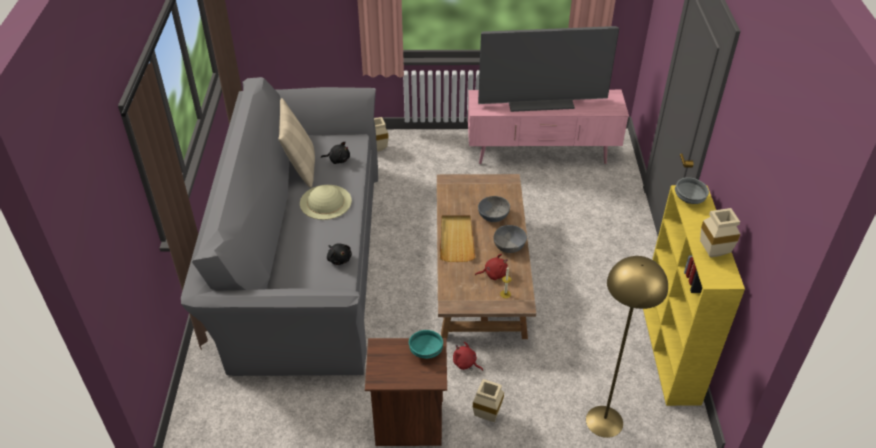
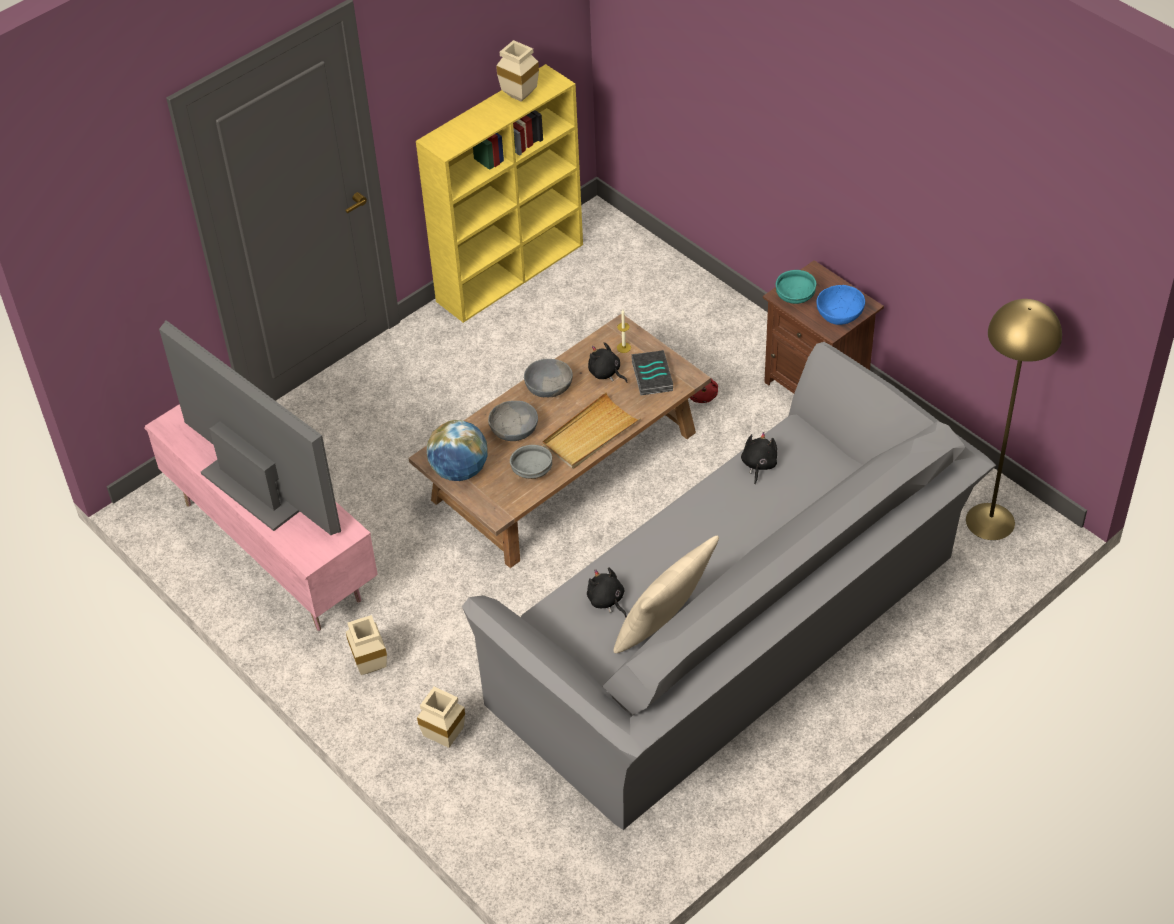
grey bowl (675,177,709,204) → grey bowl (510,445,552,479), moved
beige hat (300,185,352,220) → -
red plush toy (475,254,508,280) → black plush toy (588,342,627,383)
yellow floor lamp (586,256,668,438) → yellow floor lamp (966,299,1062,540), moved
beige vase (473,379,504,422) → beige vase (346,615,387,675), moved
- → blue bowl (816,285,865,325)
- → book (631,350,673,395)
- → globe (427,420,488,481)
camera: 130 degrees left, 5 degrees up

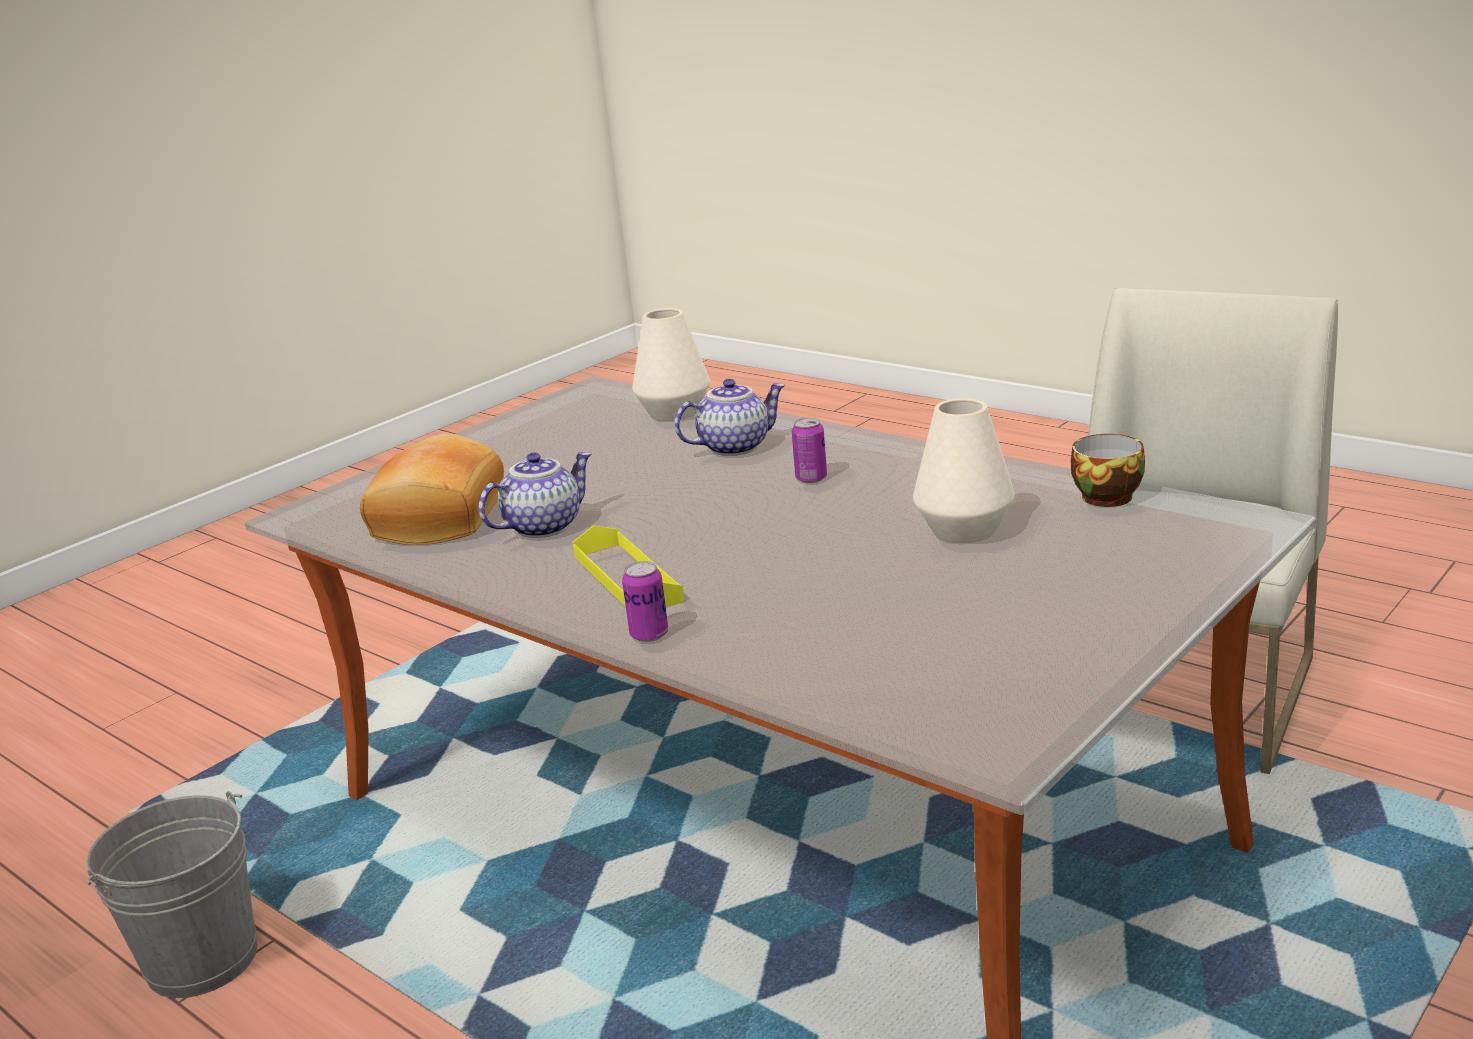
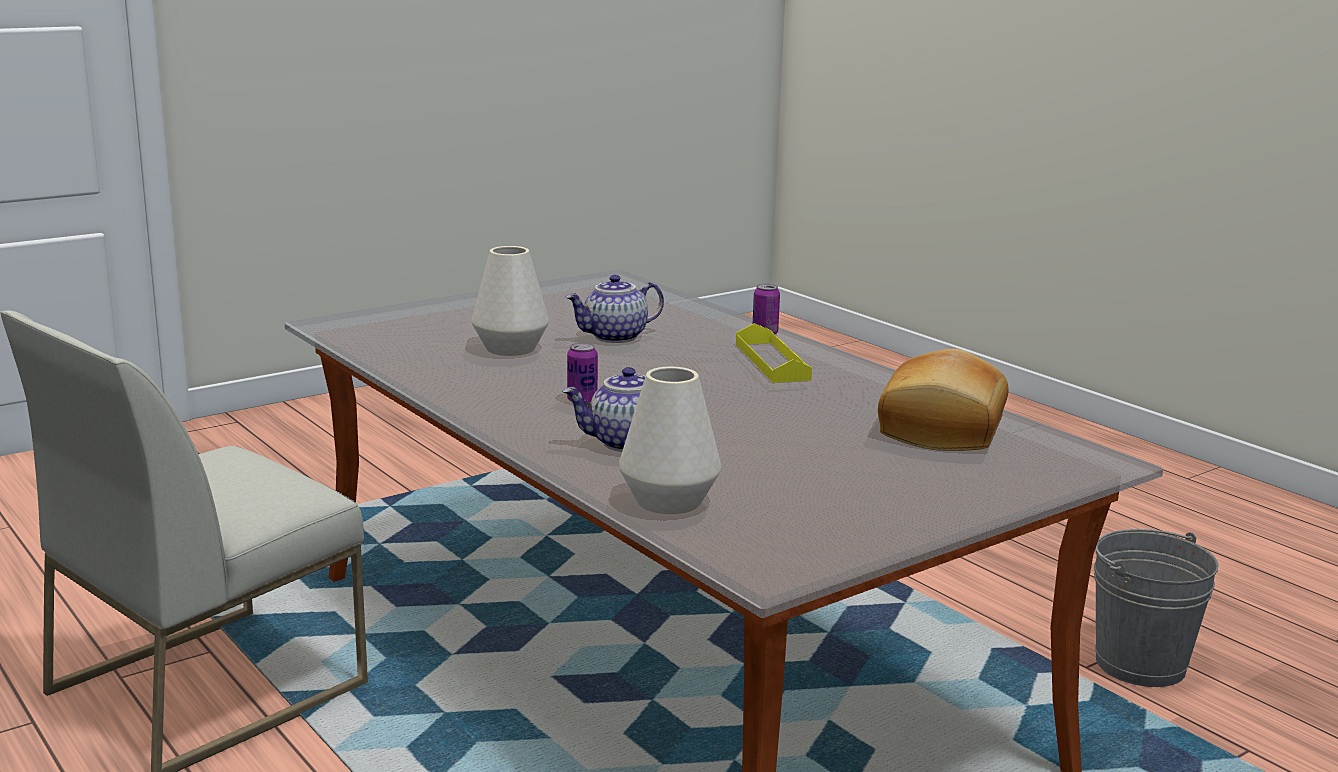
cup (1071,434,1145,507) → -
teapot (479,452,592,538) → teapot (565,275,664,343), moved
camera: 170 degrees left, 5 degrees down

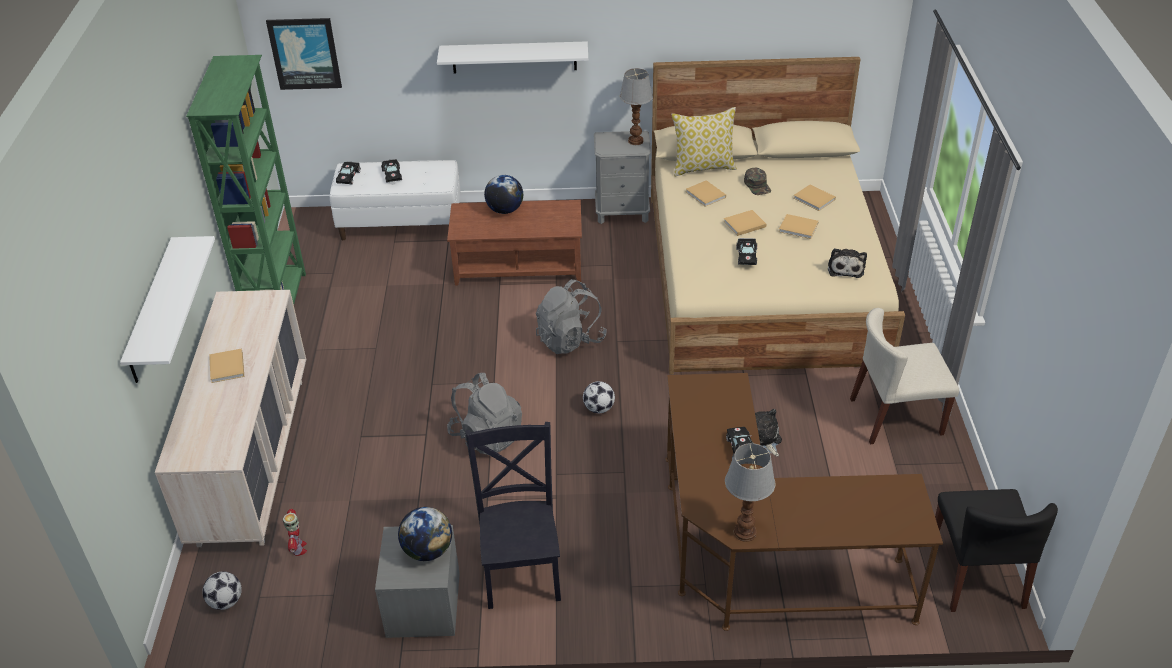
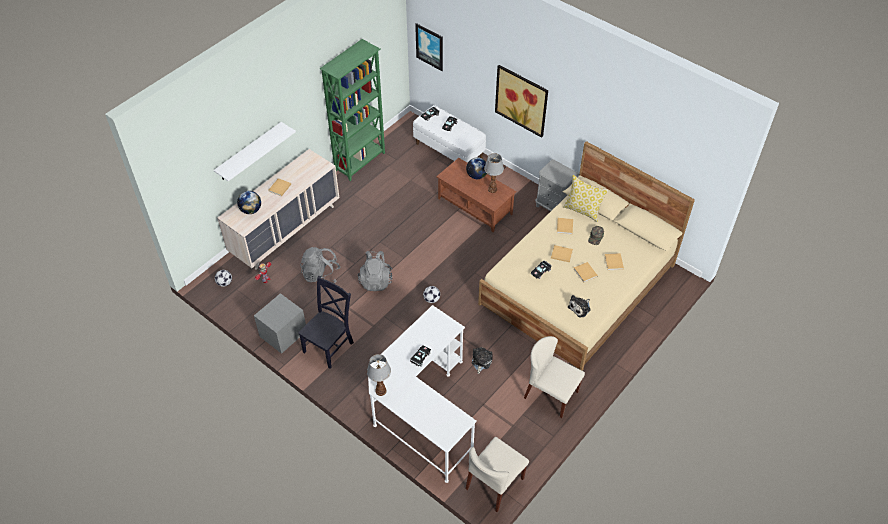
white shelf (437,41,588,74) → picture (495,65,548,138)
table lamp (620,68,653,145) → table lamp (484,153,504,193), moved
grey backpack (536,279,607,354) → grey backpack (300,247,341,283), moved
brown desk (665,373,943,631) → white desk (368,305,477,483)
black chair (935,489,1058,612) → beige chair (466,437,529,512)
globe (398,507,452,561) → globe (237,191,261,214), moved
camera: 40 degrees right, 10 degrees up

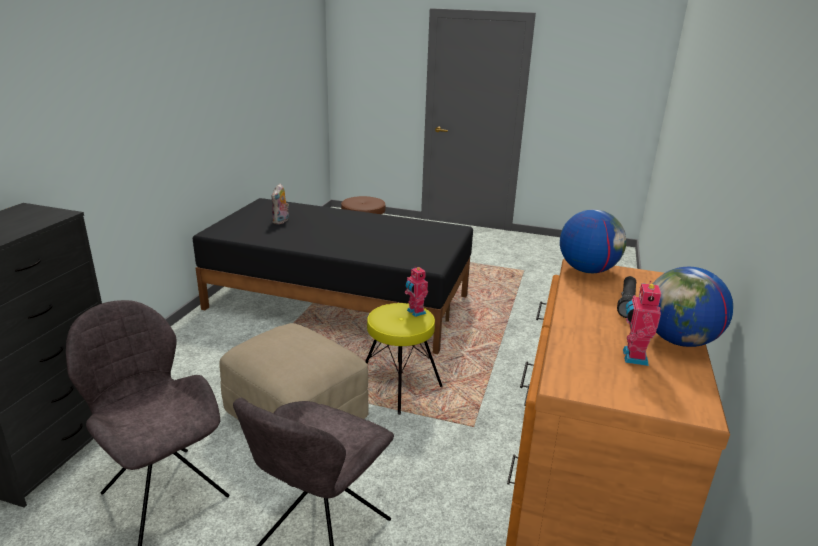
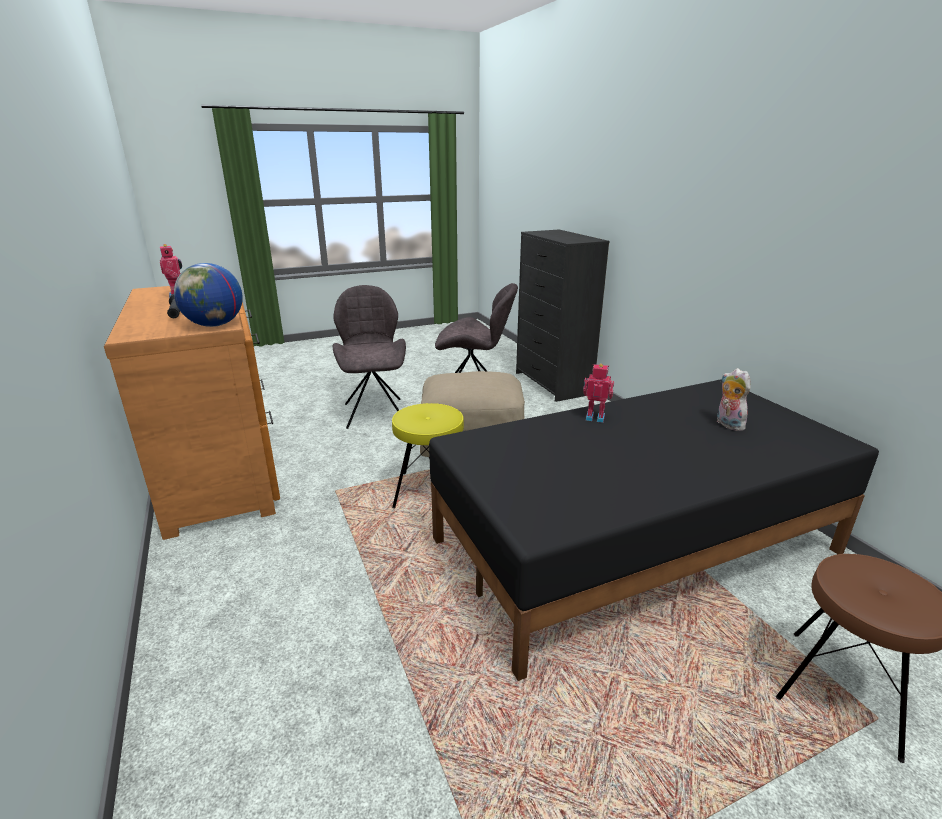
toy robot (405,267,428,317) → toy robot (583,364,614,423), moved
globe (653,267,733,347) → -
camera: 140 degrees right, 0 degrees up

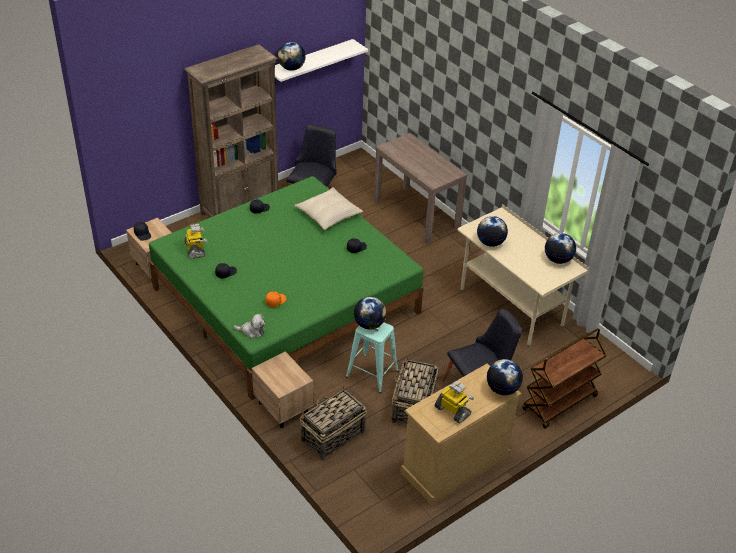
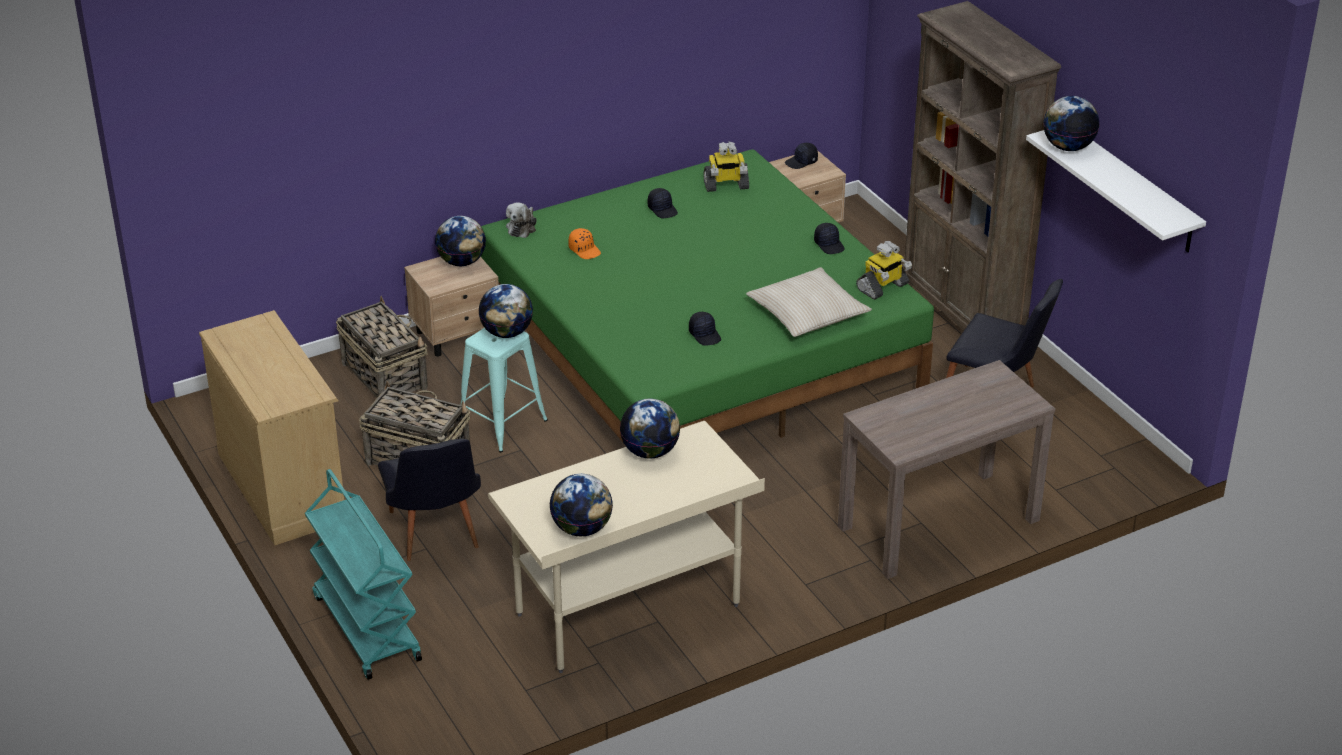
brown cart (522,328,607,429) → turquoise cart (305,469,422,680)
globe (487,359,523,395) → globe (435,216,486,266), moved
toy robot (435,381,474,424) → toy robot (856,241,912,300), moved
camera: 100 degrees right, 5 degrees down

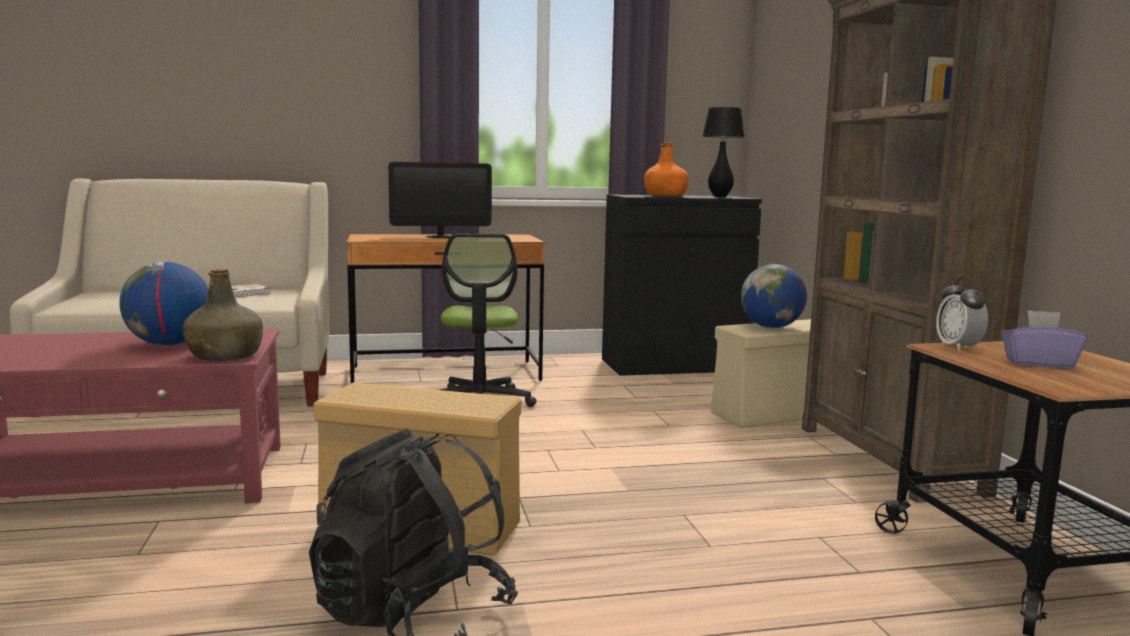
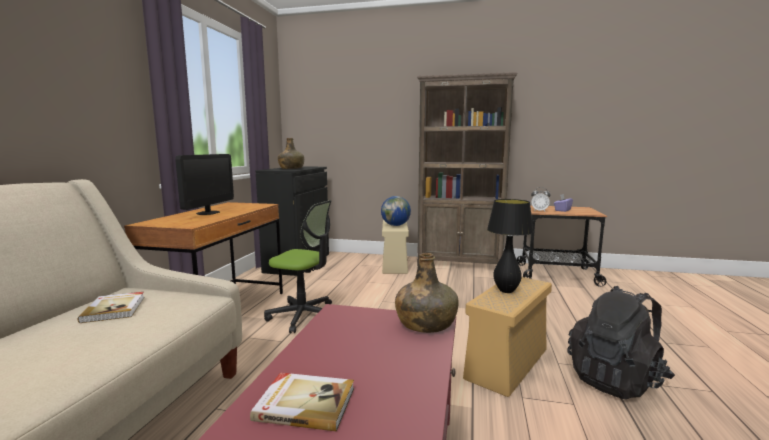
black table lamp (703,107,744,197) → black table lamp (487,199,534,293), moved
orange bottle (644,142,689,196) → green bottle (278,138,304,169)
globe (119,262,209,345) → -
- → book (250,372,354,432)
camera: 65 degrees left, 0 degrees up

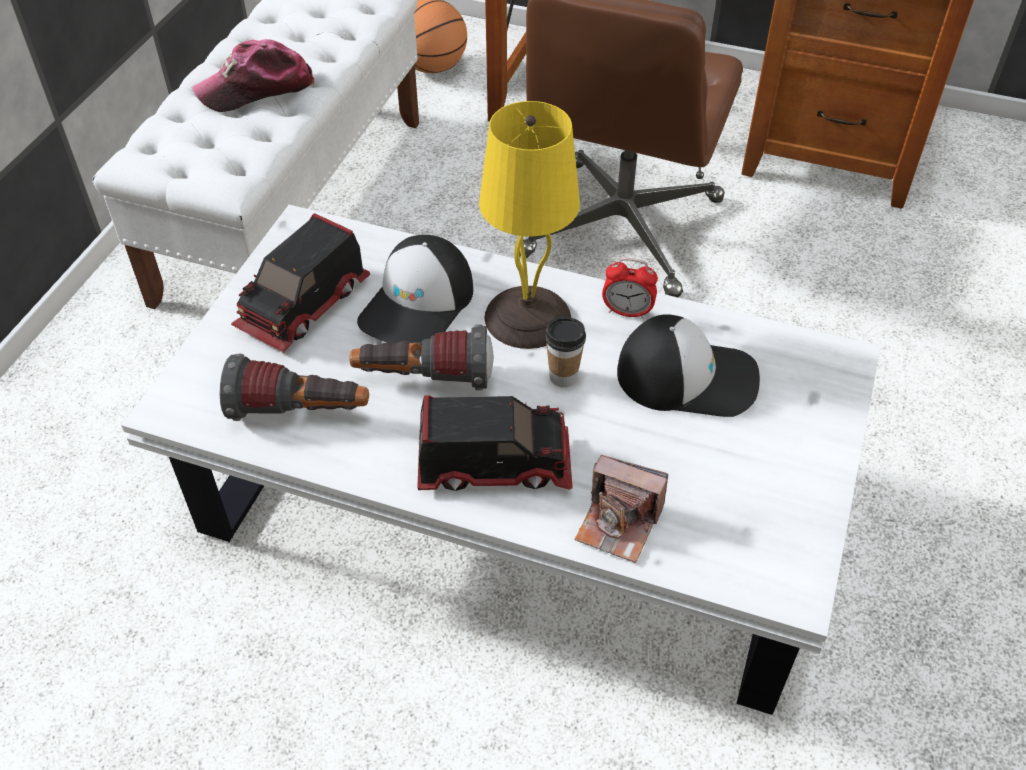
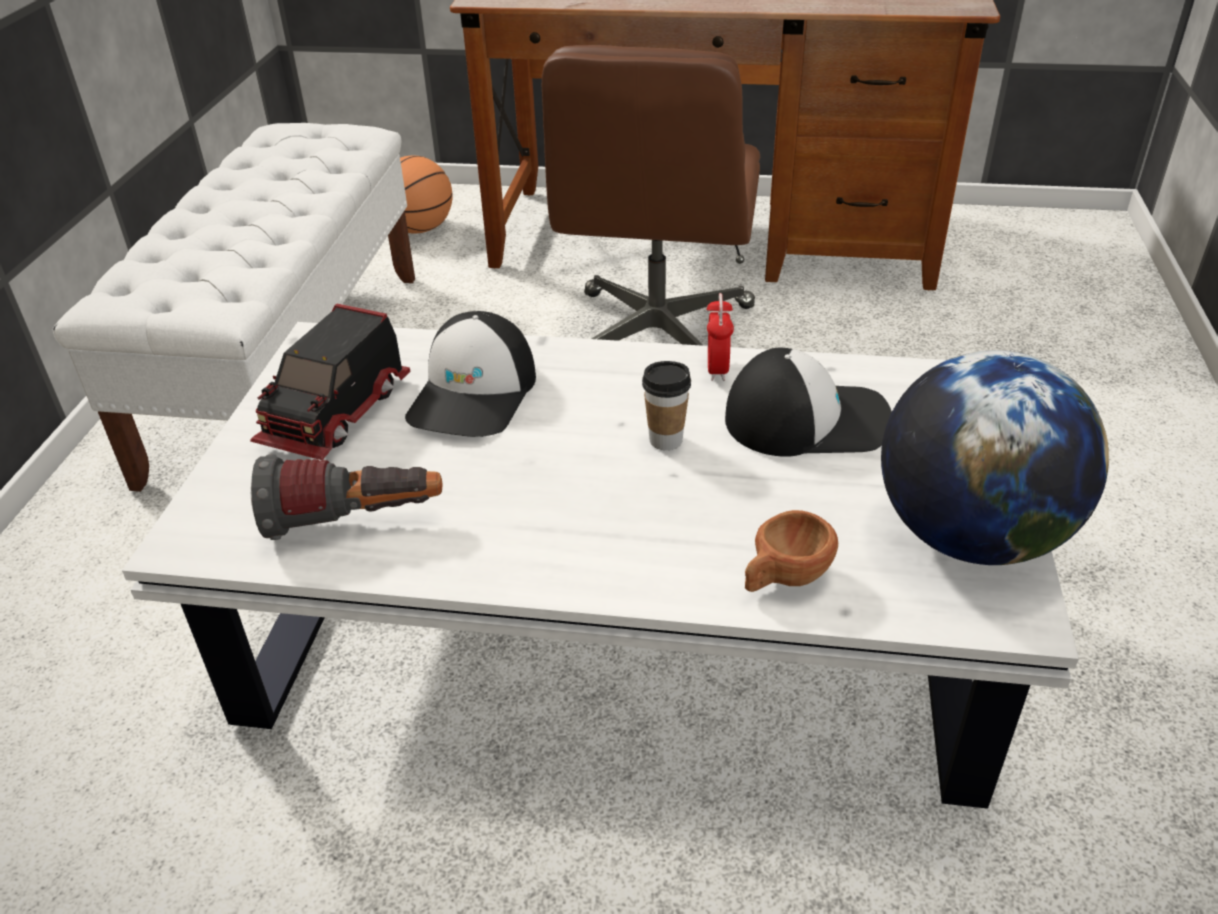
cap (192,39,314,112) → -
yellow table lamp (479,101,580,349) → -
alarm clock (602,258,658,319) → alarm clock (707,293,734,381), 90 degrees clockwise
flashlight (349,324,494,390) → -
toy truck (417,395,573,491) → -
photo camera (575,455,668,563) → brown cup (745,510,838,592)
- → globe (881,350,1109,565)
camera: 10 degrees left, 10 degrees down

